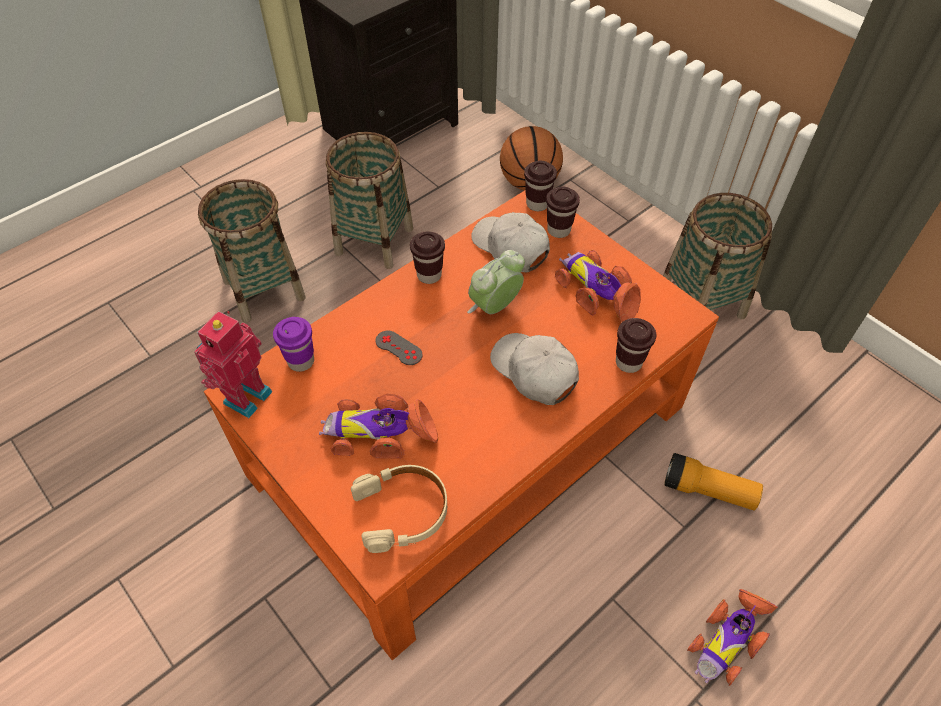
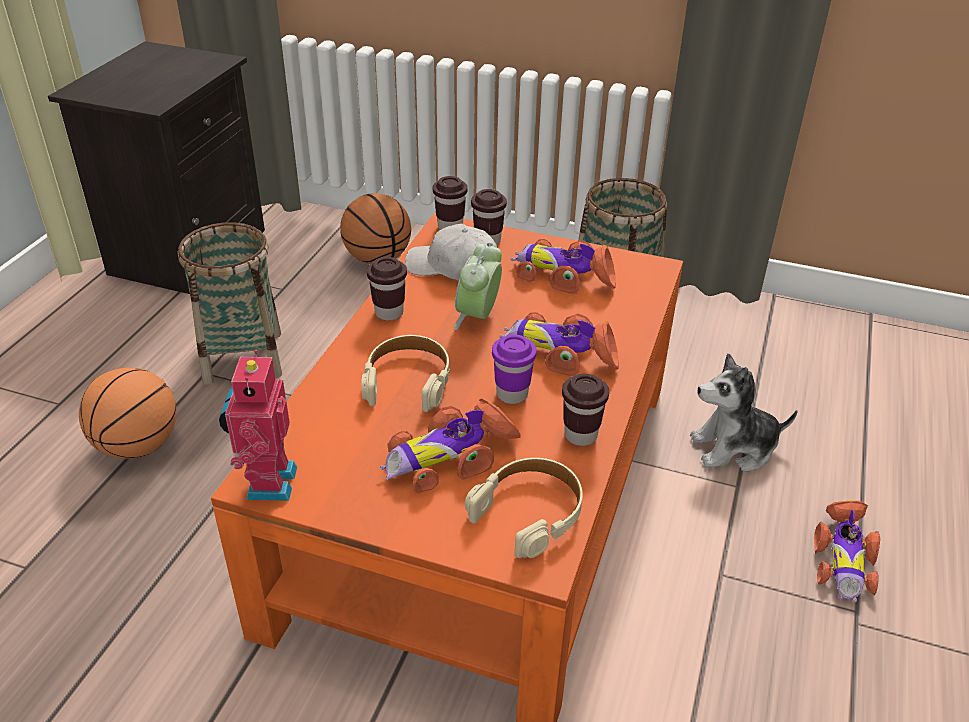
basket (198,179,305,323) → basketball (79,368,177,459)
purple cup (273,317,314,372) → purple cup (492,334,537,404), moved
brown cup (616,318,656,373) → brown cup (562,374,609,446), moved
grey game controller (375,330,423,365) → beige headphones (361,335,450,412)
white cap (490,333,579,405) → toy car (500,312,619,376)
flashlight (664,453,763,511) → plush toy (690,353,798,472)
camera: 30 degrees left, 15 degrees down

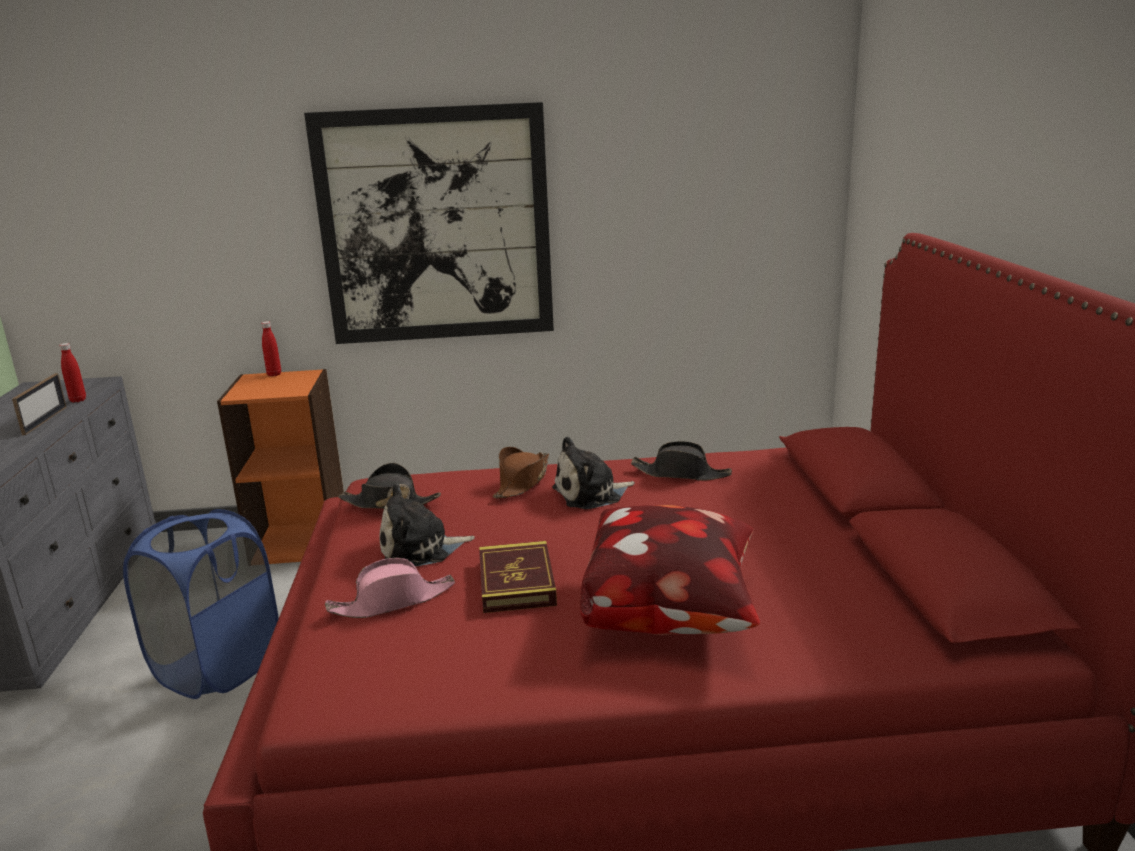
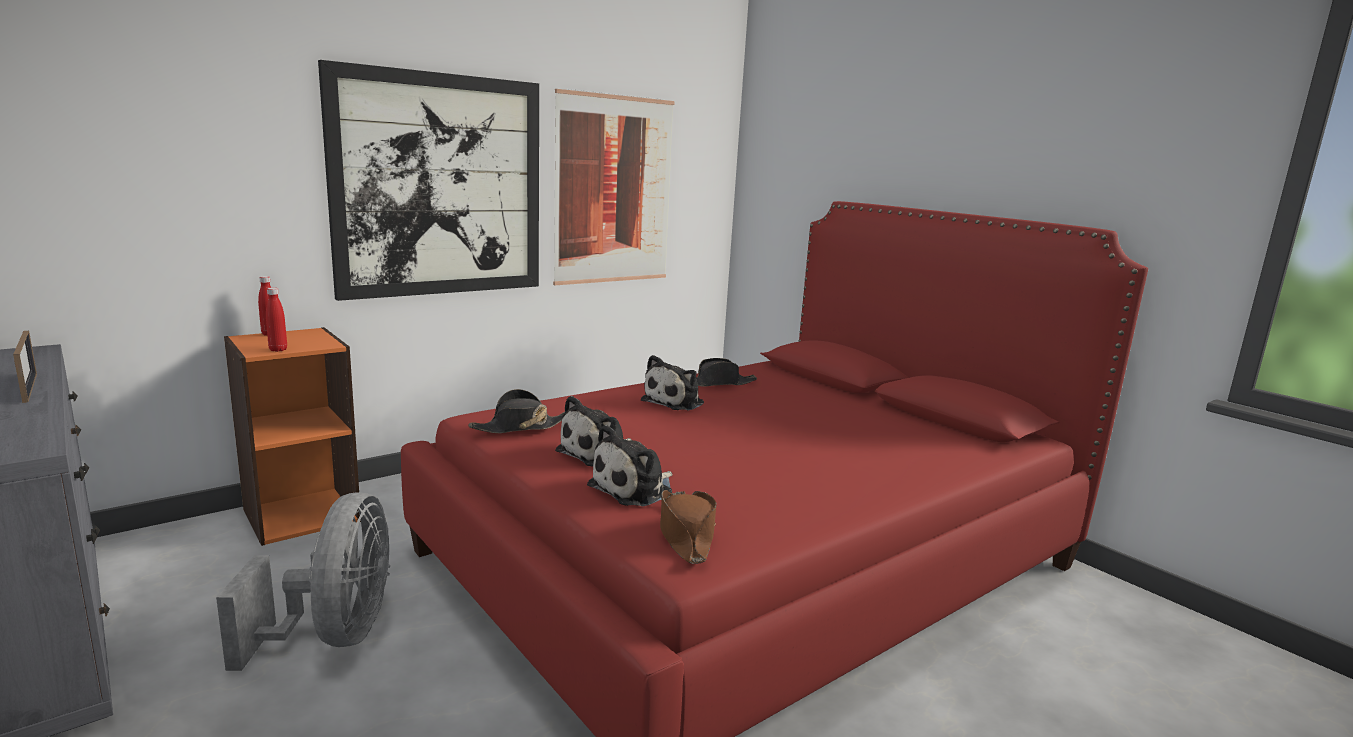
red bottle (59,343,86,403) → red bottle (266,287,287,352), moved
brown hat (493,447,549,498) → brown hat (660,490,716,564), moved
pillow (580,505,760,635) → -
blue laundry basket (123,509,279,699) → grey fan (216,492,390,671)
book (479,541,557,613) → -
pink hat (325,558,455,618) → plush toy (587,425,673,506)
- → picture (553,89,675,285)
camera: 35 degrees left, 5 degrees down

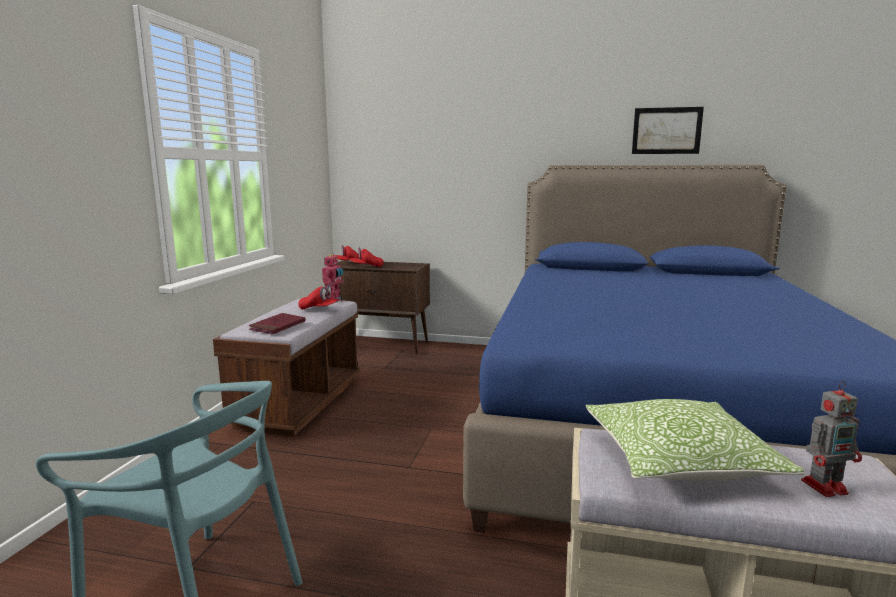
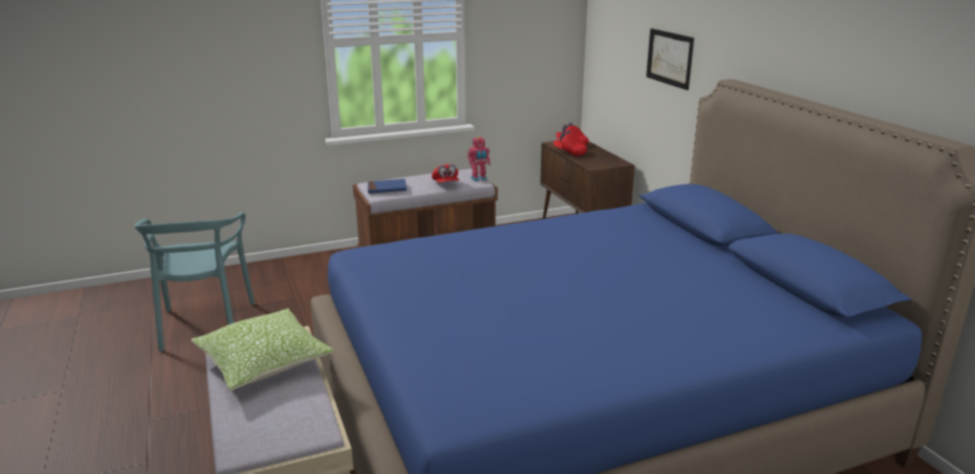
picture (632,107,704,154) → picture (646,28,694,90), moved
red book (249,313,305,334) → blue book (368,179,407,194)
toy robot (801,381,862,497) → -
camera: 55 degrees right, 10 degrees up

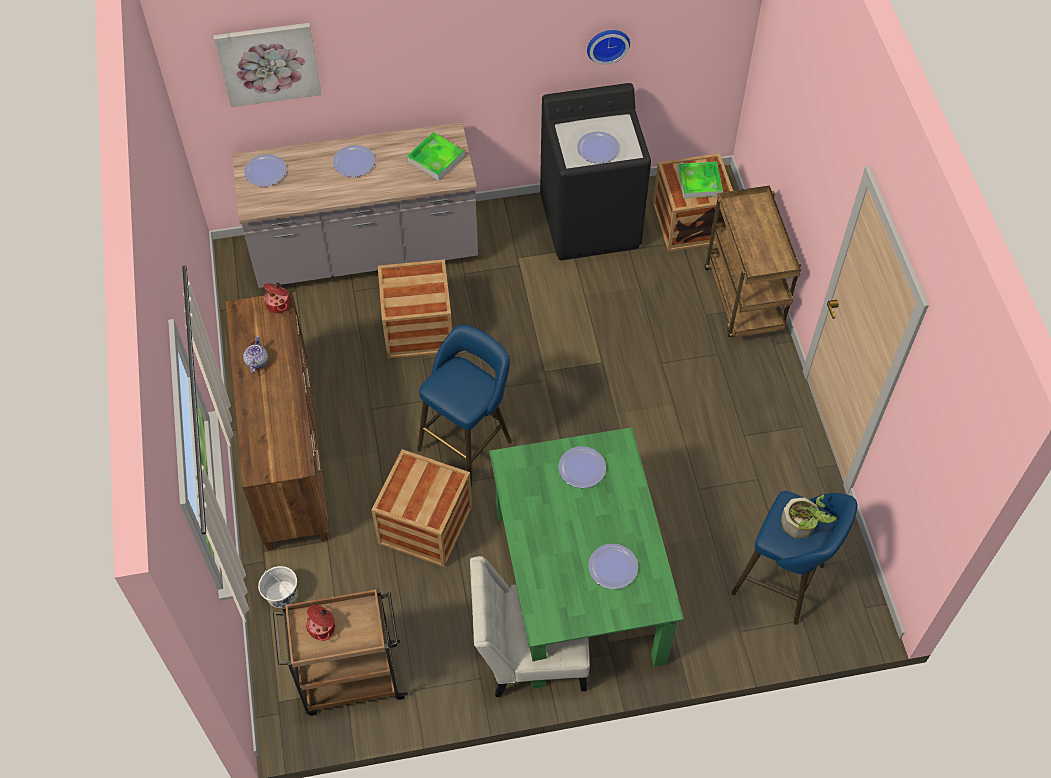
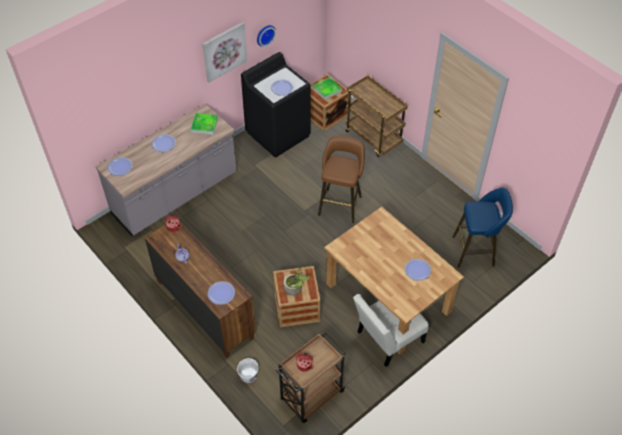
picture (214,23,322,107) → picture (202,22,247,83), moved
crate (378,259,452,359) → -
blue stool (417,324,512,487) → -
green dining table (489,427,684,689) → brown dining table (324,207,464,354)
plate (558,446,606,488) → plate (208,281,235,305), moved
potted plant (781,495,836,538) → potted plant (283,268,310,296), moved
- → brown stool (318,136,365,223)
camera: 30 degrees left, 5 degrees down

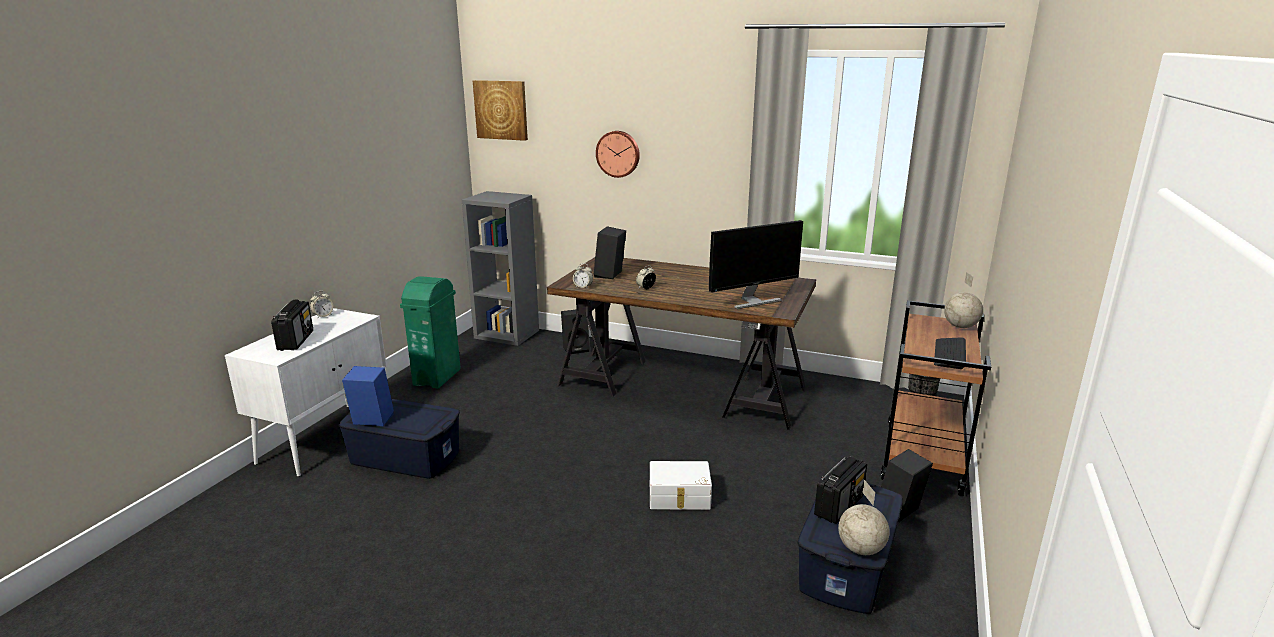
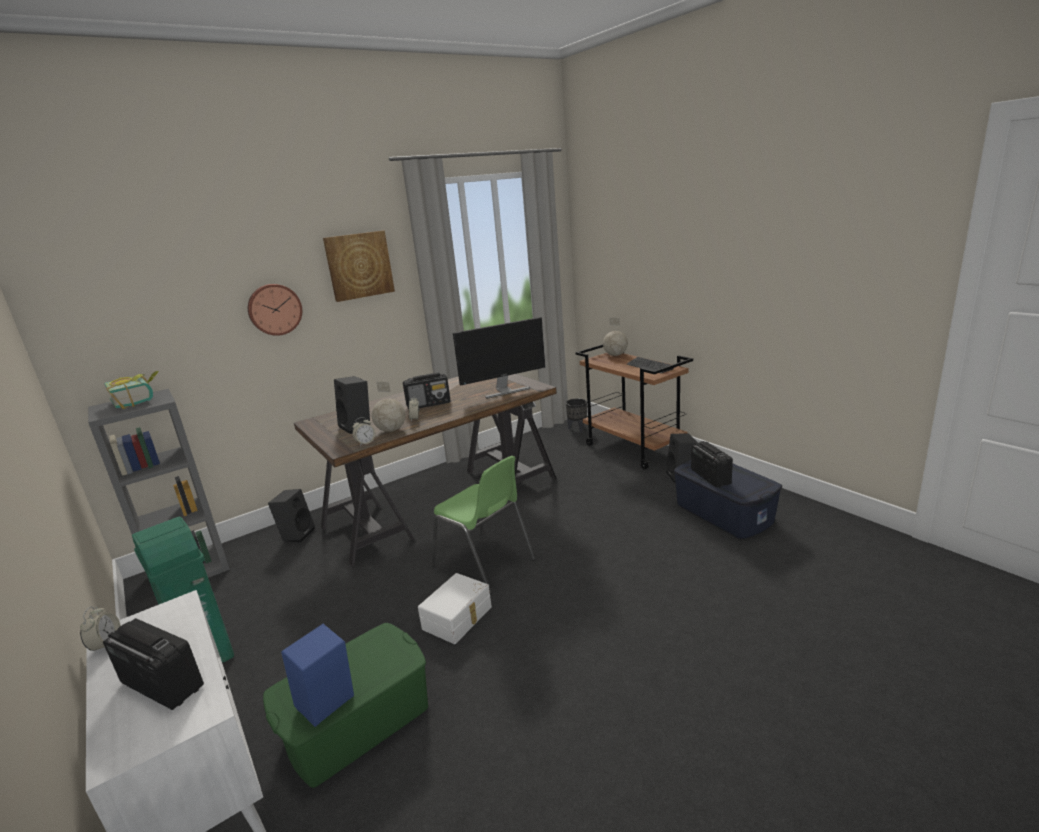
picture (473,80,528,141) → picture (323,231,395,302), moved
monitor (709,220,803,309) → monitor (453,317,545,398), 60 degrees clockwise
blue storage box (338,399,460,479) → green storage box (263,623,428,788)
white storage box (650,461,712,510) → white storage box (418,573,492,644), moved
globe (838,480,890,555) → globe (372,382,406,432), moved
- → book (104,371,159,409)
- → radio (403,372,450,409)
- → green chair (431,456,536,594)
camera: 55 degrees left, 0 degrees up

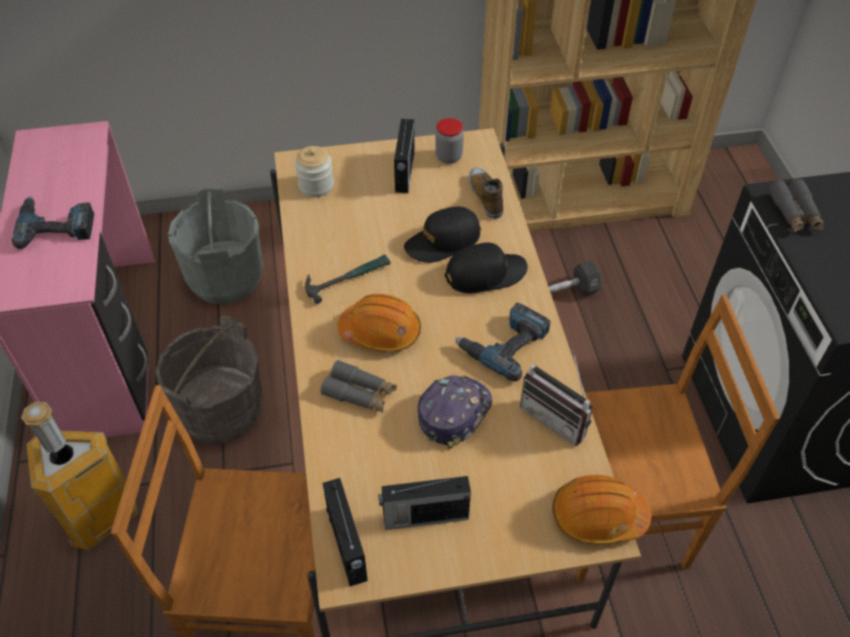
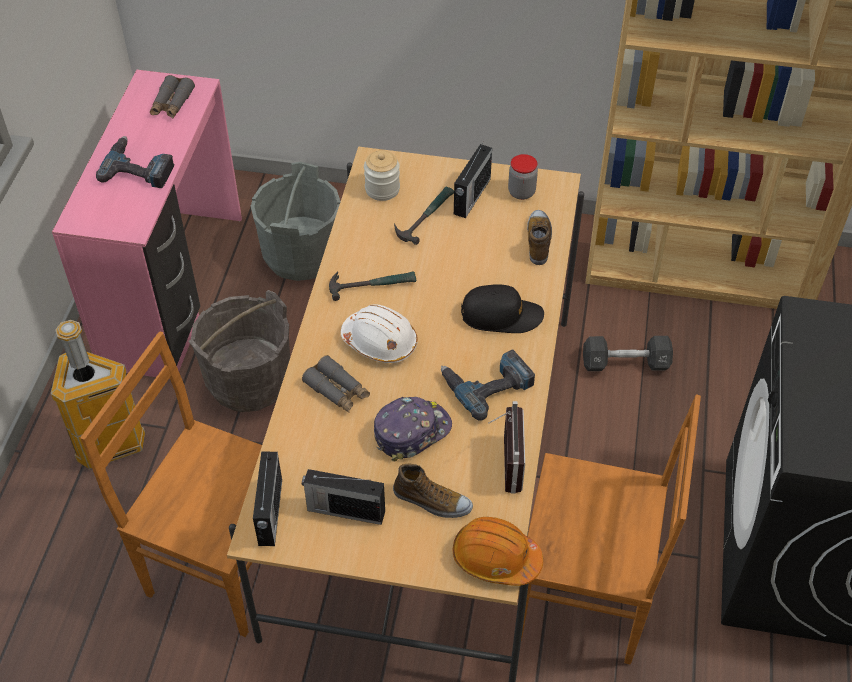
grey binoculars (768,179,825,232) → grey binoculars (150,75,195,118), moved
black cap (404,206,481,263) → -
orange hard hat (337,294,421,352) → white hard hat (341,304,418,363)
radio (520,350,593,446) → radio (488,401,525,493), 150 degrees counterclockwise
- → hammer (394,187,454,245)
- → shoe (393,464,473,518)
camera: 20 degrees right, 0 degrees up

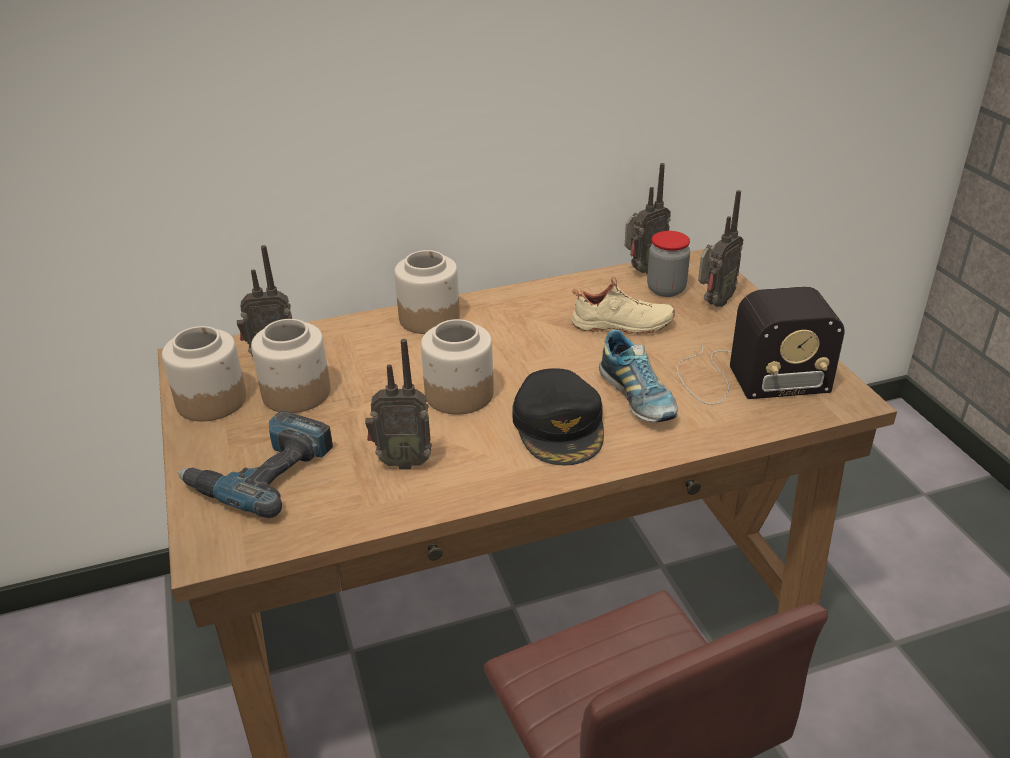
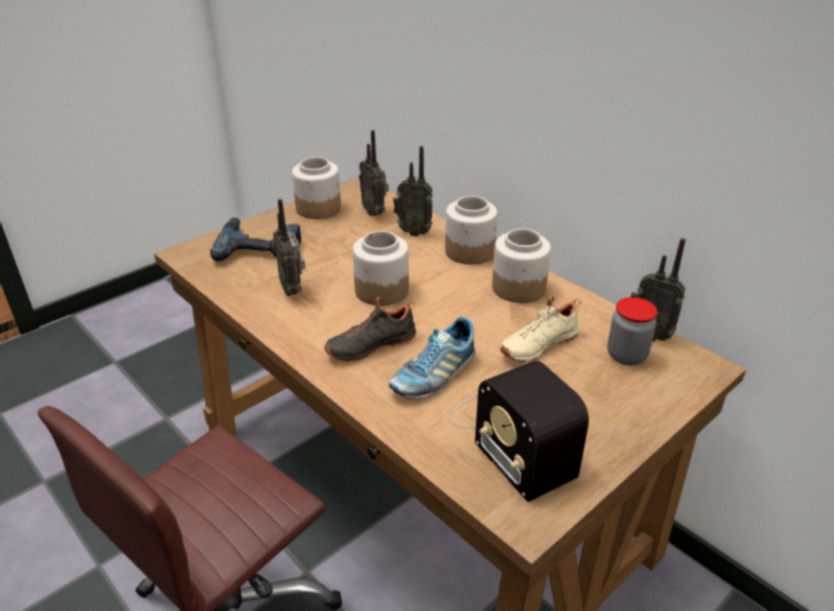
radio (698,190,743,307) → radio (393,146,433,237), moved
beige shoe (572,277,675,335) → beige shoe (500,296,581,362), 75 degrees clockwise
jar (251,319,331,413) → jar (492,229,551,303), moved
black cap (512,368,604,465) → black shoe (324,297,416,362)
camera: 65 degrees right, 0 degrees up

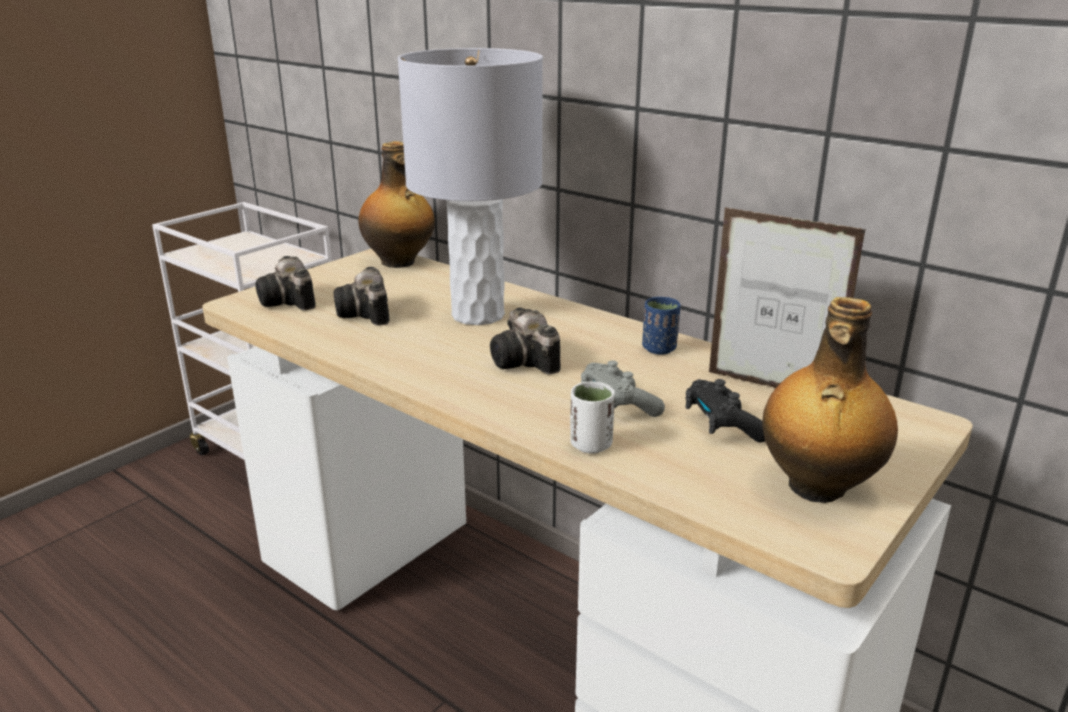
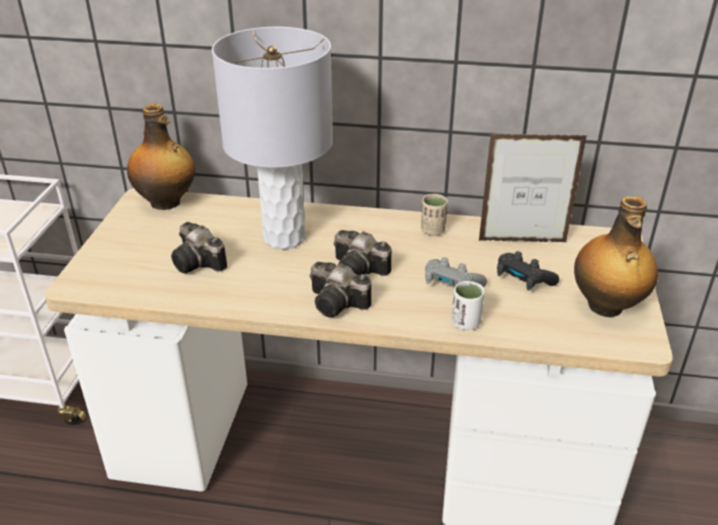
photo camera (256,256,316,310) → photo camera (310,262,372,317), moved
blue cup (642,297,681,354) → beige cup (421,194,448,236)
camera: 30 degrees left, 10 degrees up

